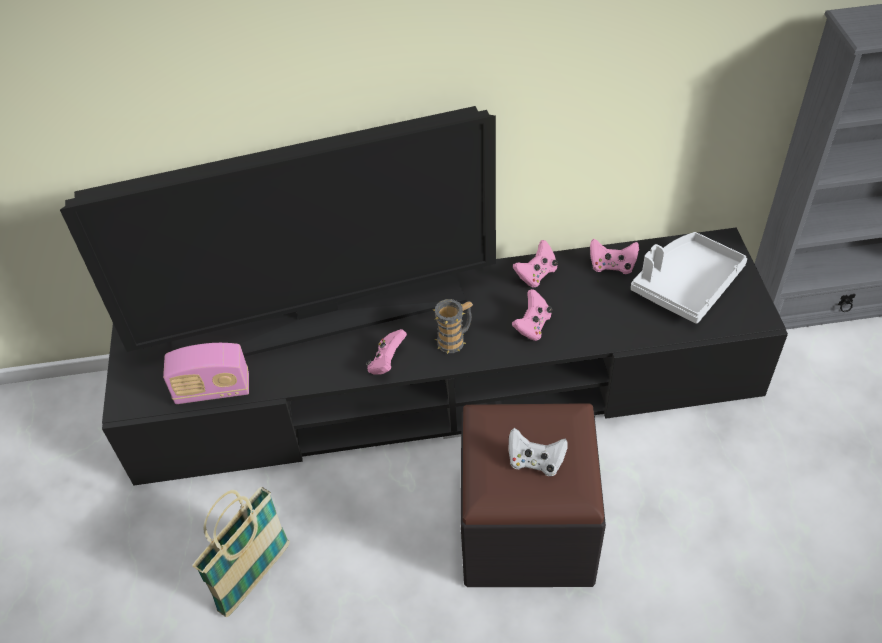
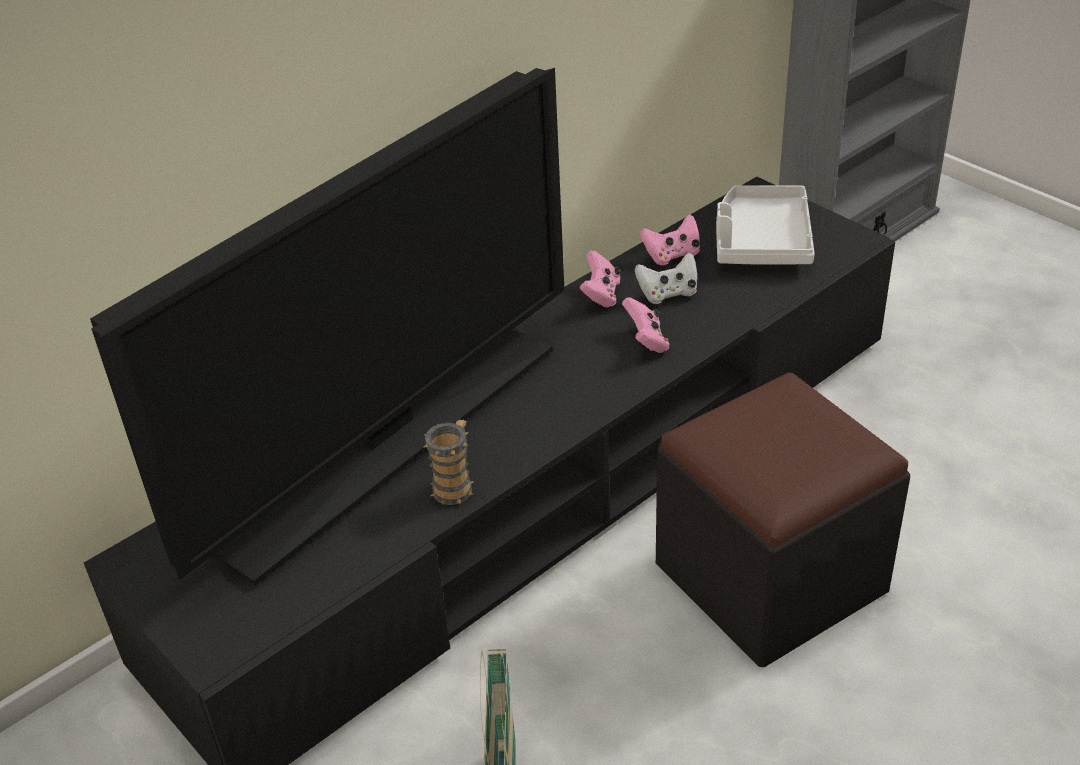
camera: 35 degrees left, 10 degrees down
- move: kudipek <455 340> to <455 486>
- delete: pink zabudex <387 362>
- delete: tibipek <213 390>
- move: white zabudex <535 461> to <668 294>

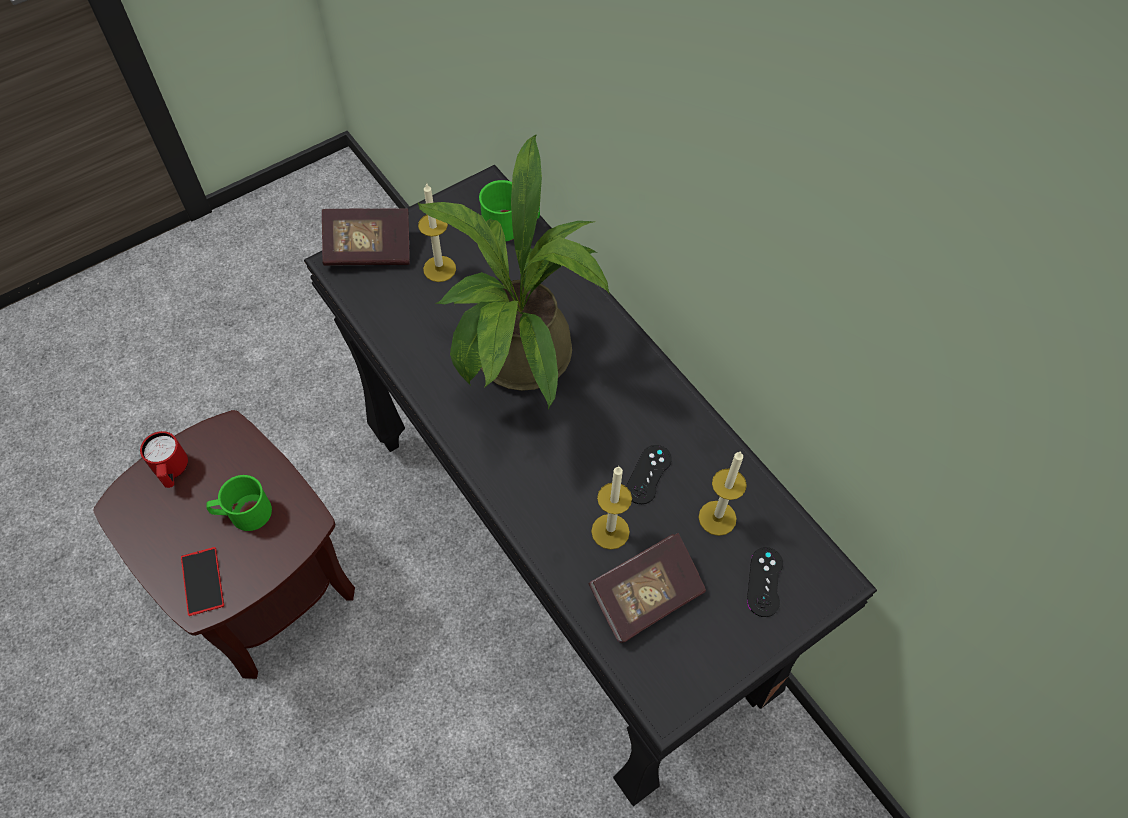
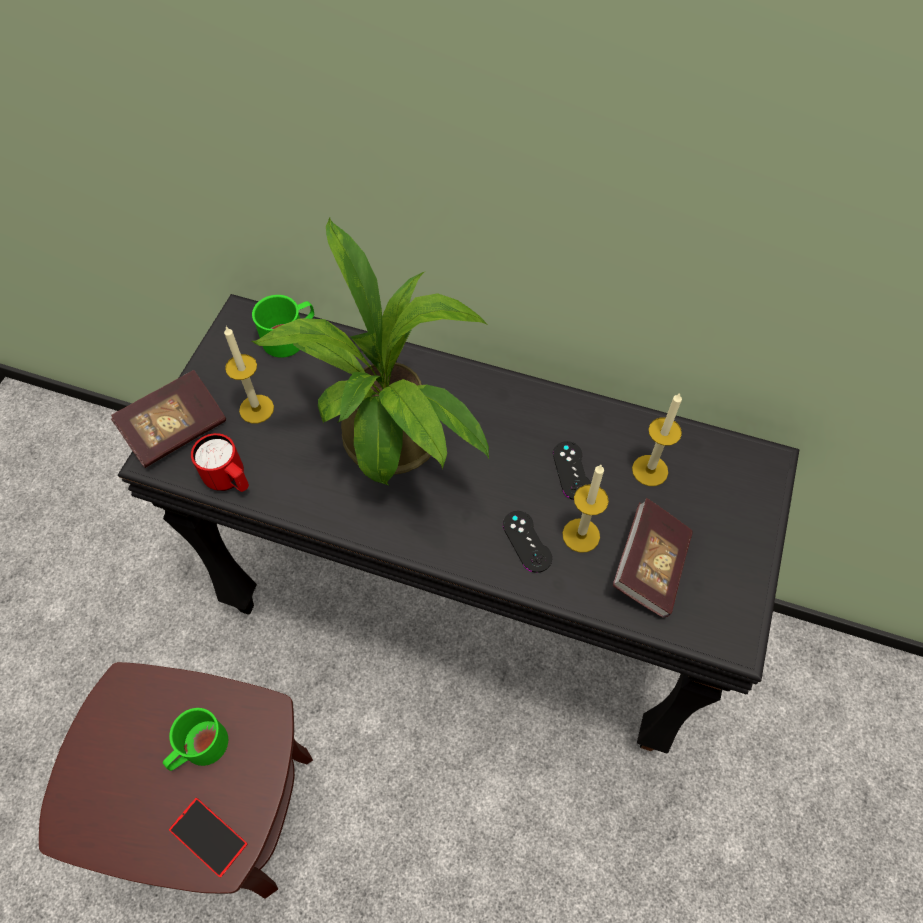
camera: 35 degrees left, 0 degrees up
- move: red kudipek <172 472> to <230 480>
- move: black zabudex <764 582> to <527 541>

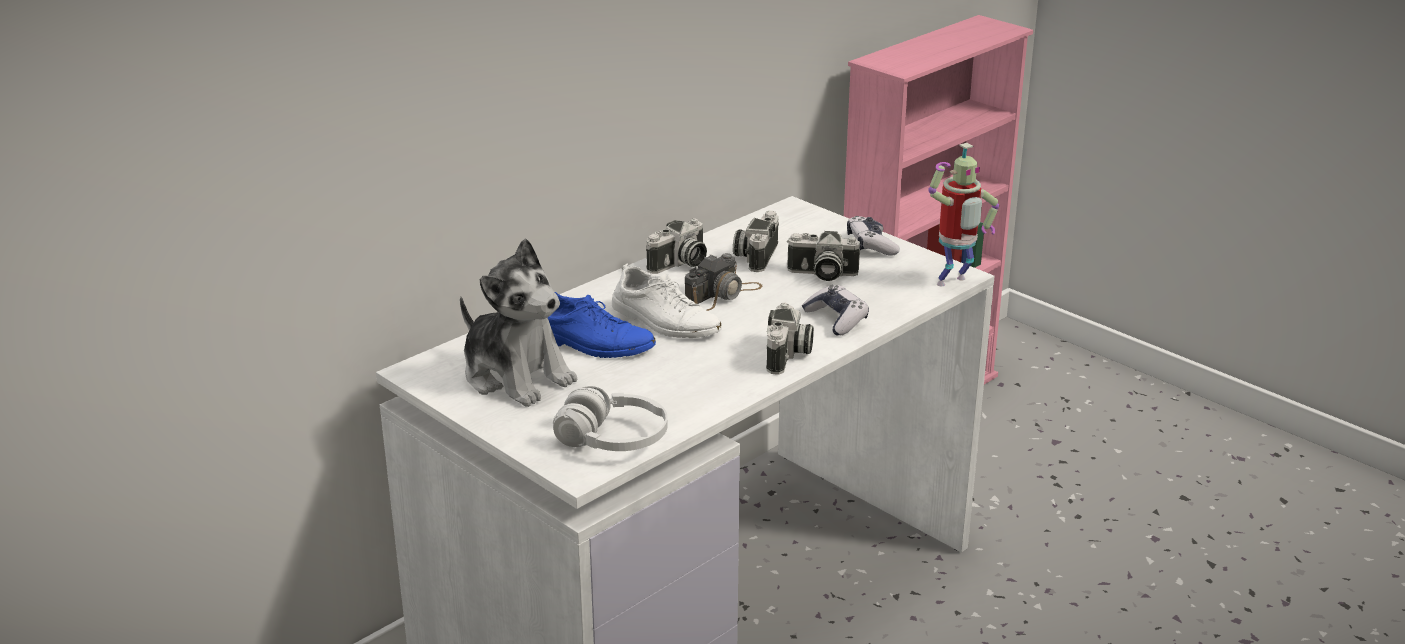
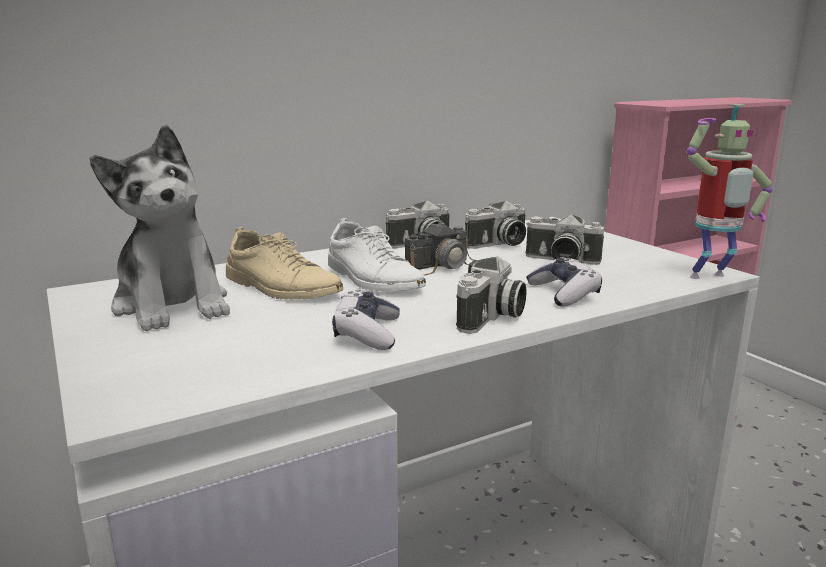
camera: 15 degrees right, 10 degrees down
- rotate: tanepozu <755 255> = <498 244> 150 degrees counterclockwise
- move: zabudex <871 245> to <367 333>
- recolor: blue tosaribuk <592 343> to beige tosaribuk <281 287>
- delete: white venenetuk <613 440>

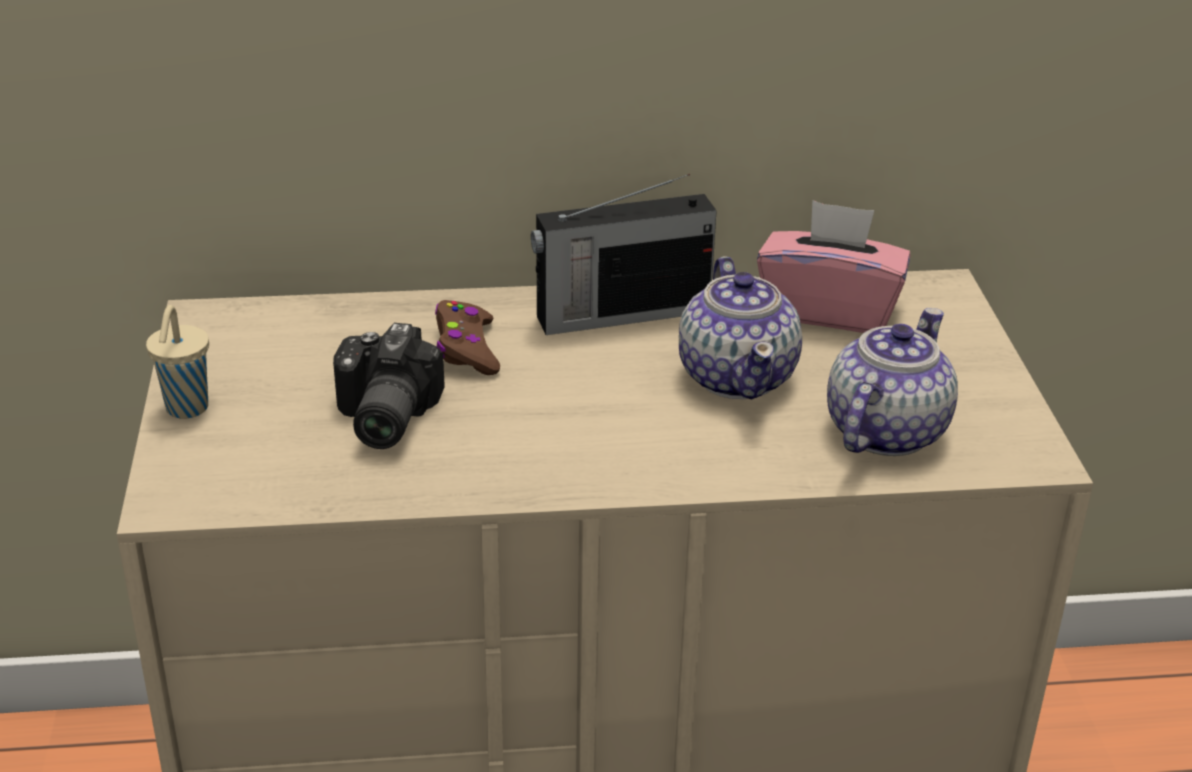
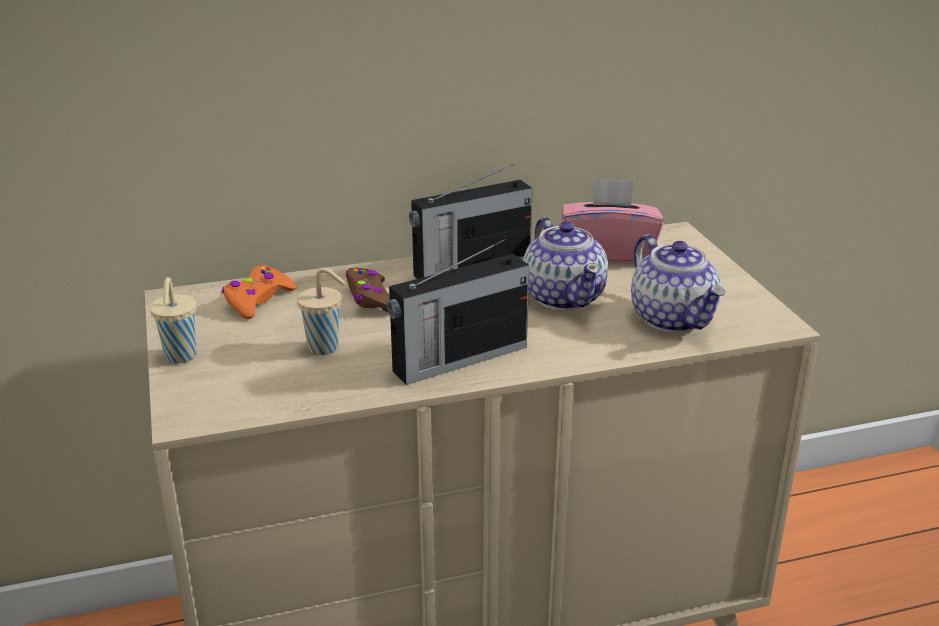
camera: 10 degrees left, 5 degrees down
- rotate: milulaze <884 430> = <674 318> 135 degrees clockwise
- replace: tanepozu <380 418> to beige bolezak <325 348>
- insert: tibipek <458 359>
- insert: orange zabudex <258 300>

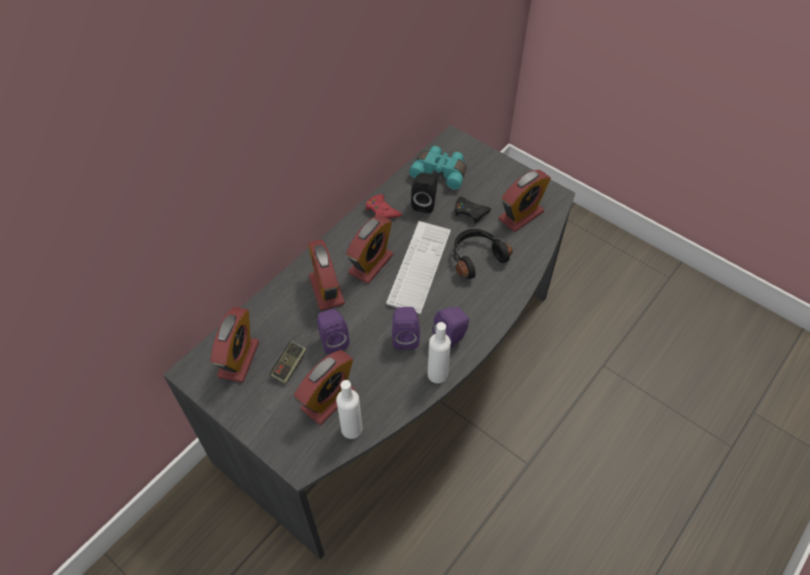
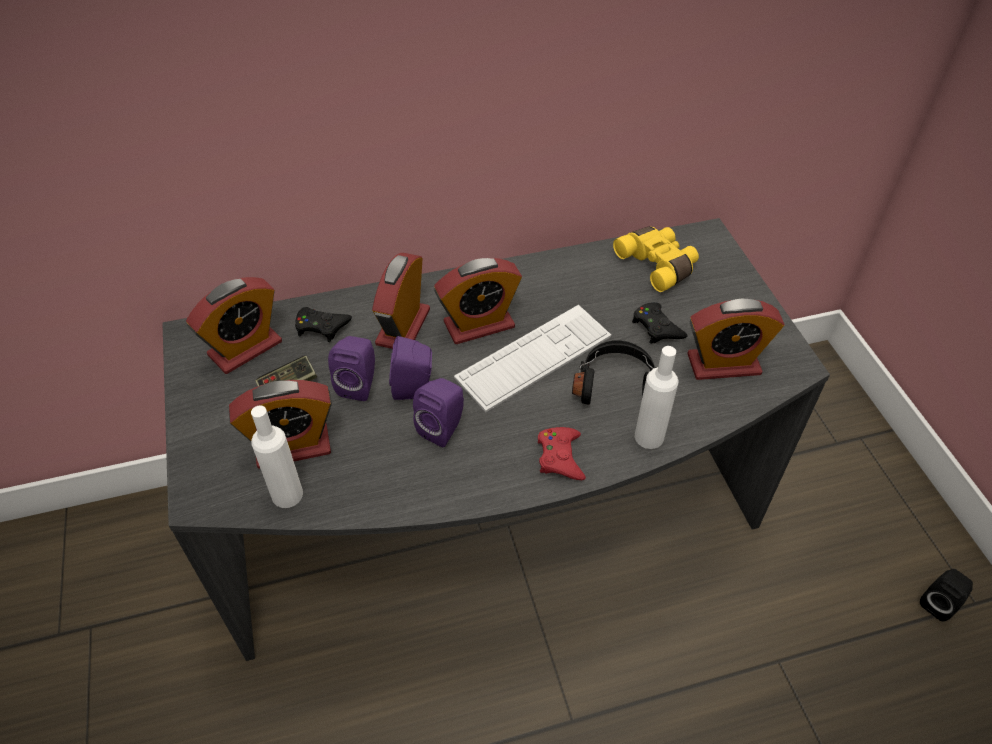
camera: 35 degrees right, 5 degrees down
- recolor: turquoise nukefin <440 172> to yellow nukefin <658 264>
- move: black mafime <425 203> to <938 603>
- move: red zabudex <382 211> to <560 457>
- move: purple mafime <451 338> to <415 390>
- move: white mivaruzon <437 374> to <649 437>
- insert: black zabudex <321 326>

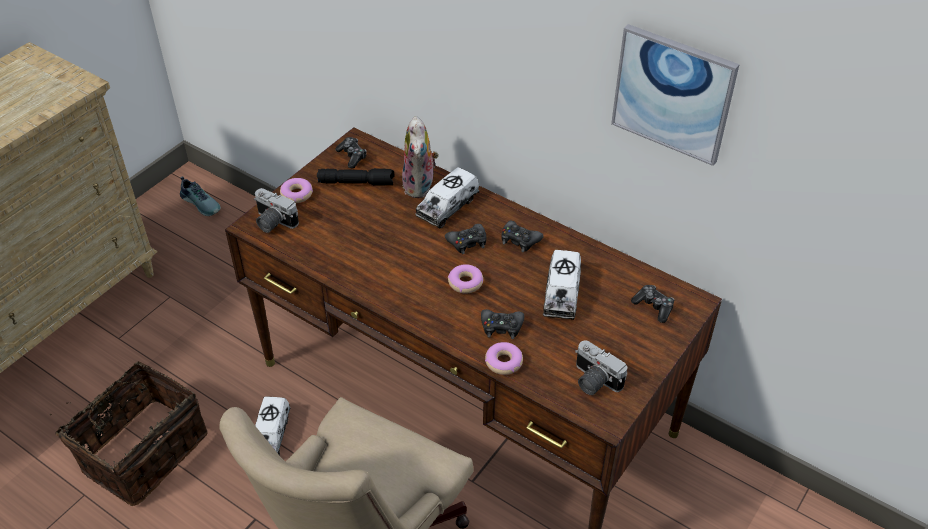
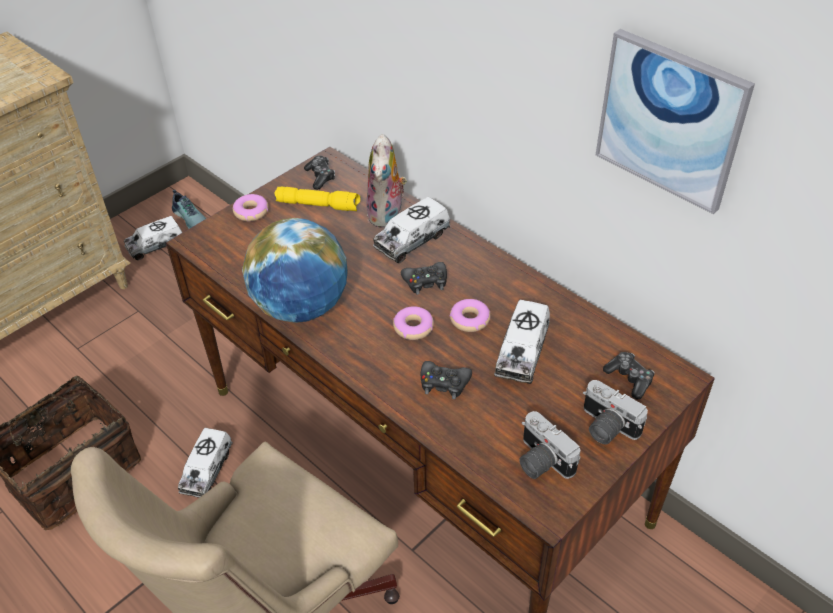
camera: 10 degrees right, 0 degrees up
- recolor: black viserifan <357 182> to yellow viserifan <319 205>
- move: tanepozu <272 222> to <605 427>
- delete: black zabudex <519 240>
- move: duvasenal <504 362> to <470 320>
- insert: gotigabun <155 245>
- insert: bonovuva <301 307>

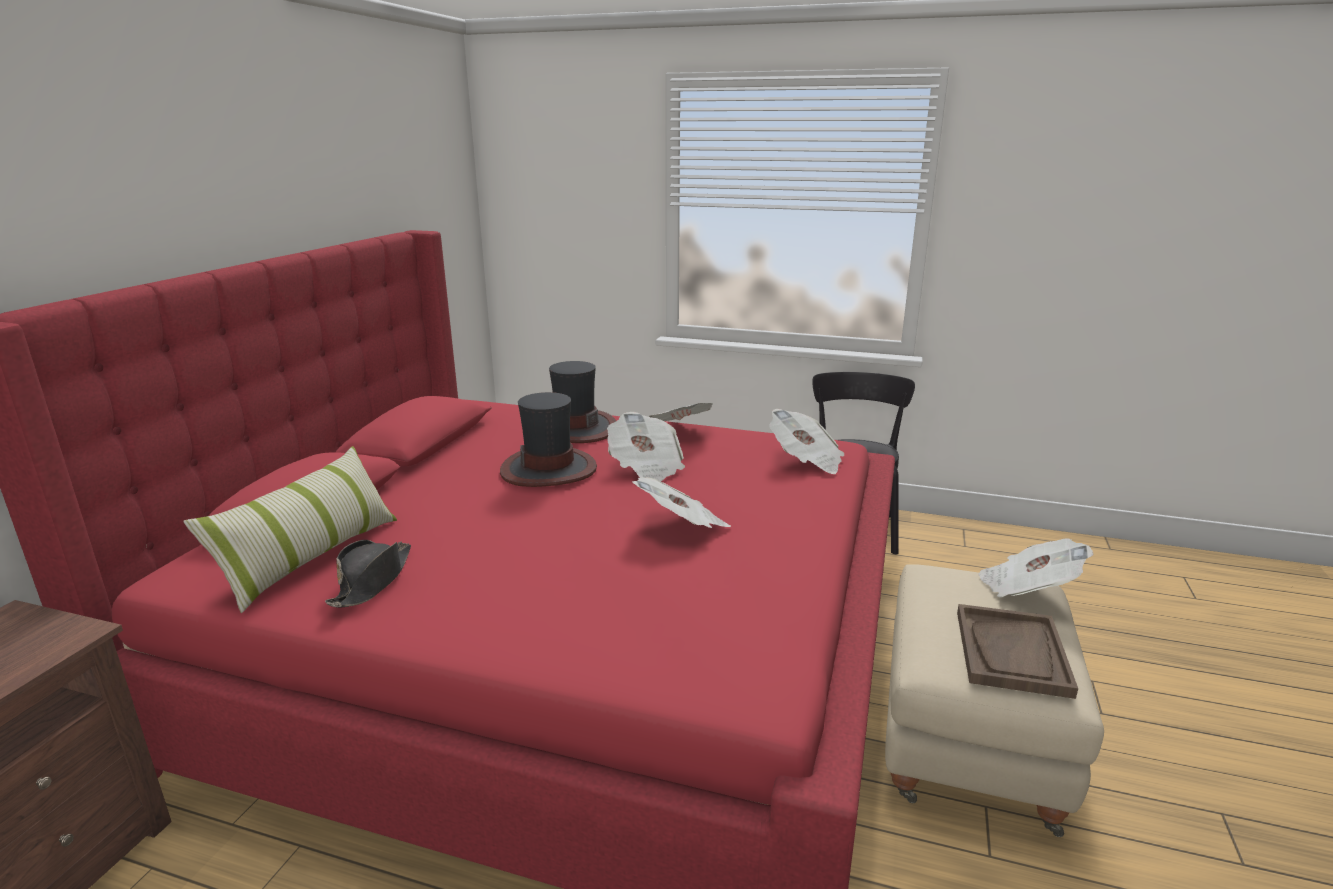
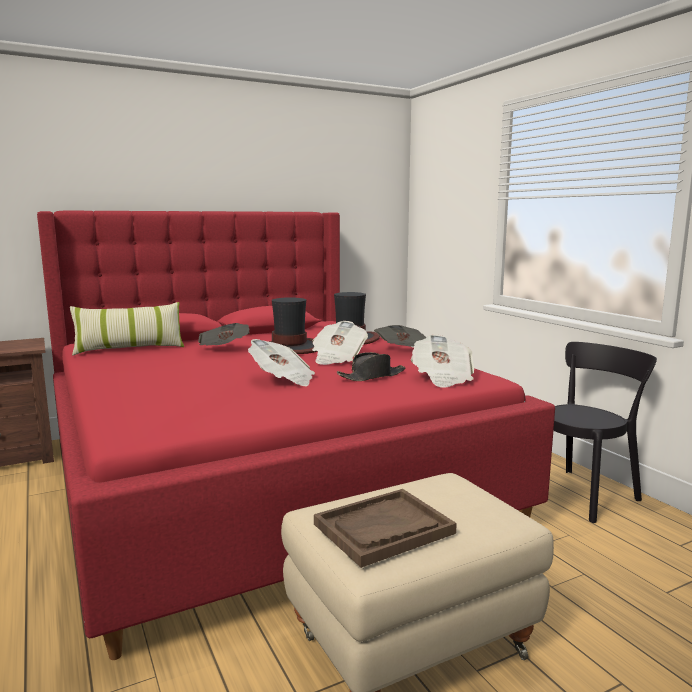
camera: 45 degrees right, 10 degrees down
- move: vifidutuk <1027 589> to <224 349>
- move: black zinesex <373 581> to <372 376>

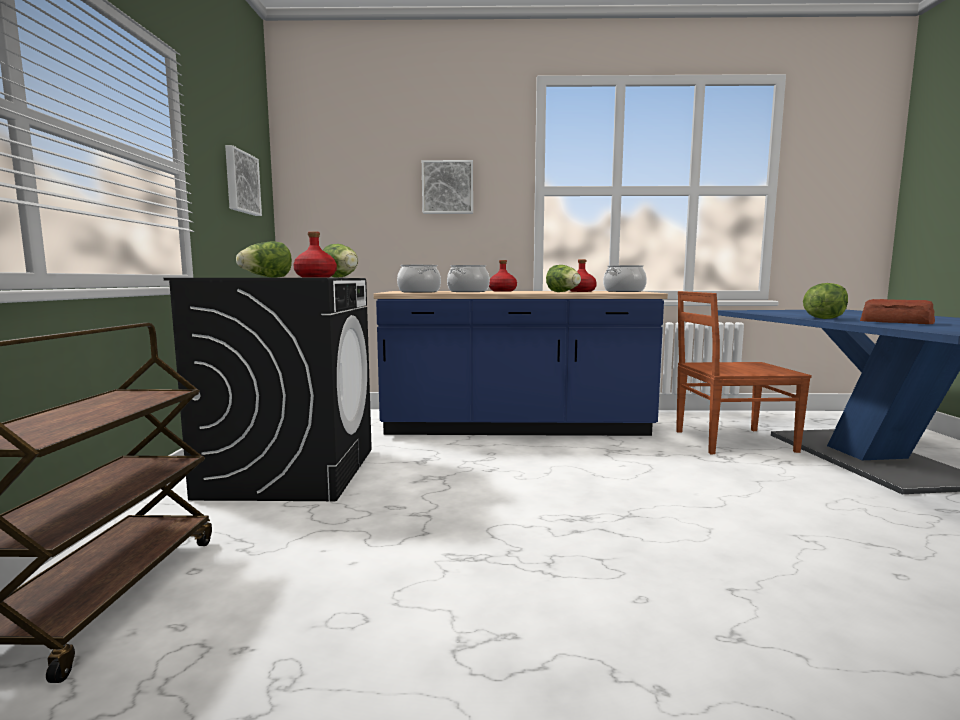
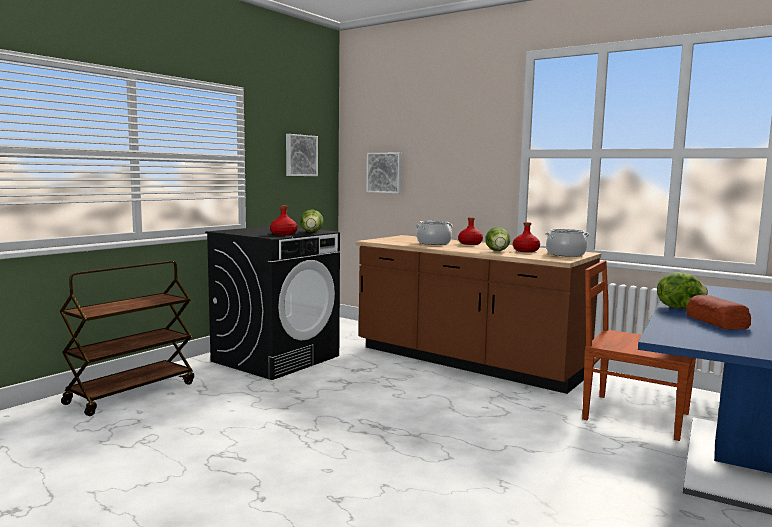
camera: 35 degrees right, 0 degrees up
- move: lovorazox <447 187> to <385 172>
- delete: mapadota <266 277>
- delete: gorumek <418 292>
- recolor: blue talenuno <515 427> to brown talenuno <467 362>

